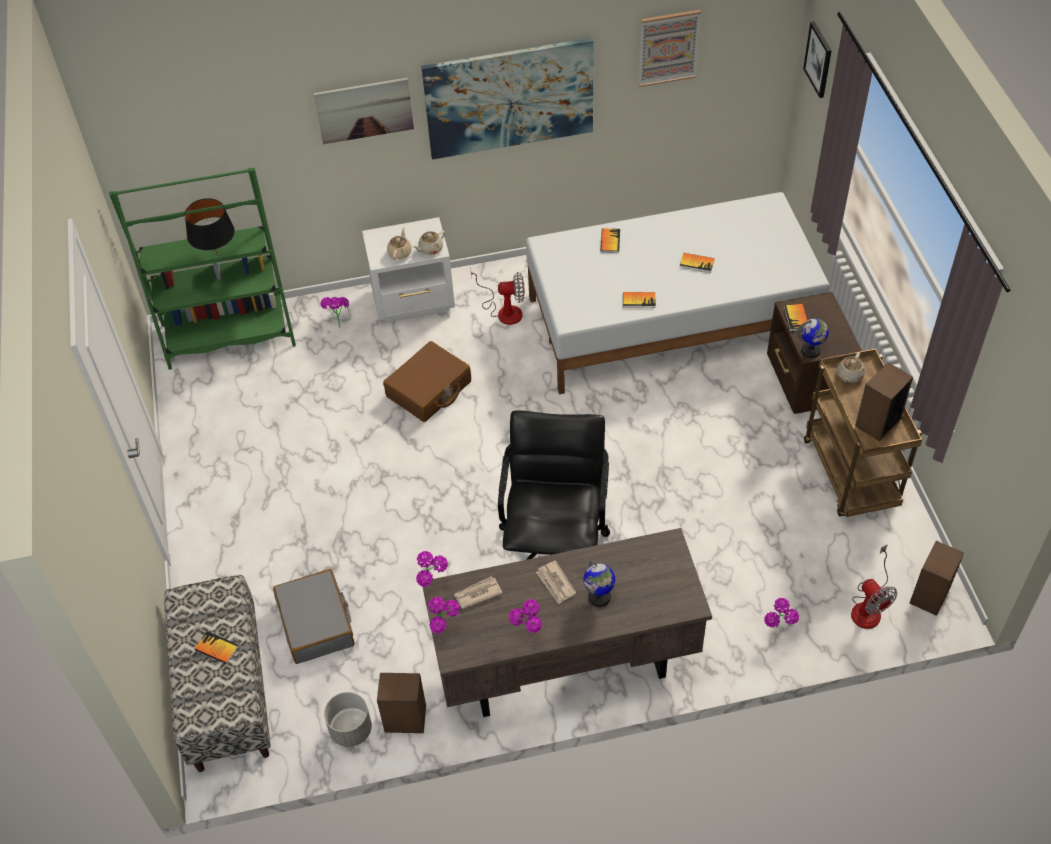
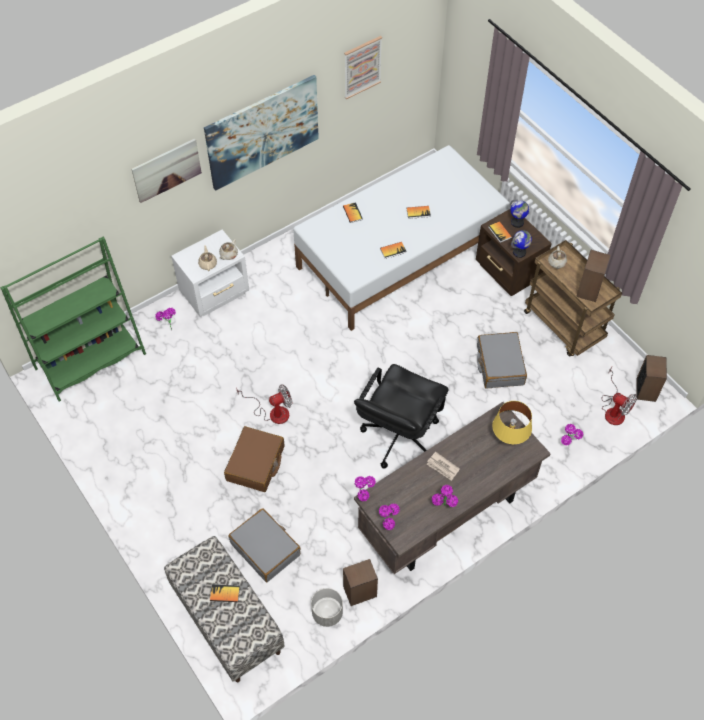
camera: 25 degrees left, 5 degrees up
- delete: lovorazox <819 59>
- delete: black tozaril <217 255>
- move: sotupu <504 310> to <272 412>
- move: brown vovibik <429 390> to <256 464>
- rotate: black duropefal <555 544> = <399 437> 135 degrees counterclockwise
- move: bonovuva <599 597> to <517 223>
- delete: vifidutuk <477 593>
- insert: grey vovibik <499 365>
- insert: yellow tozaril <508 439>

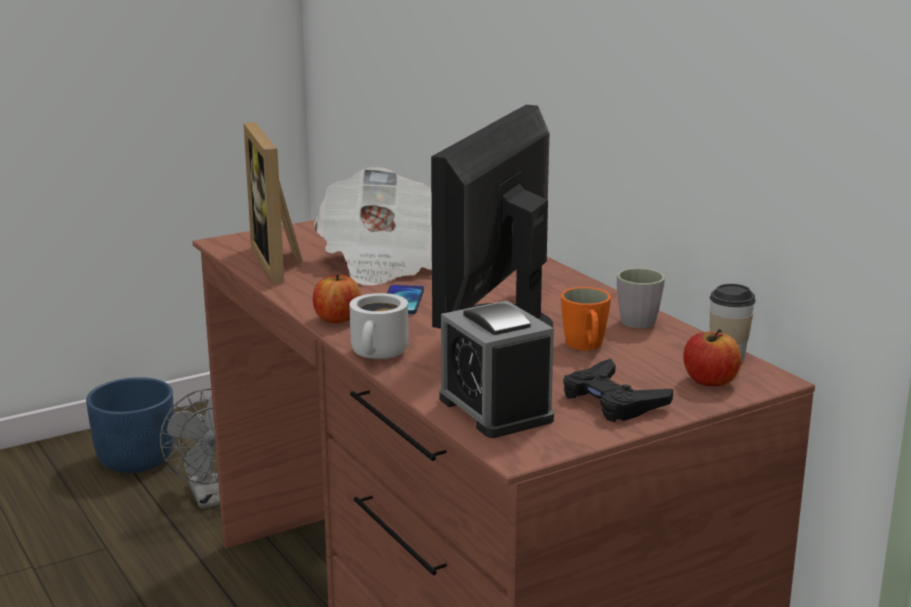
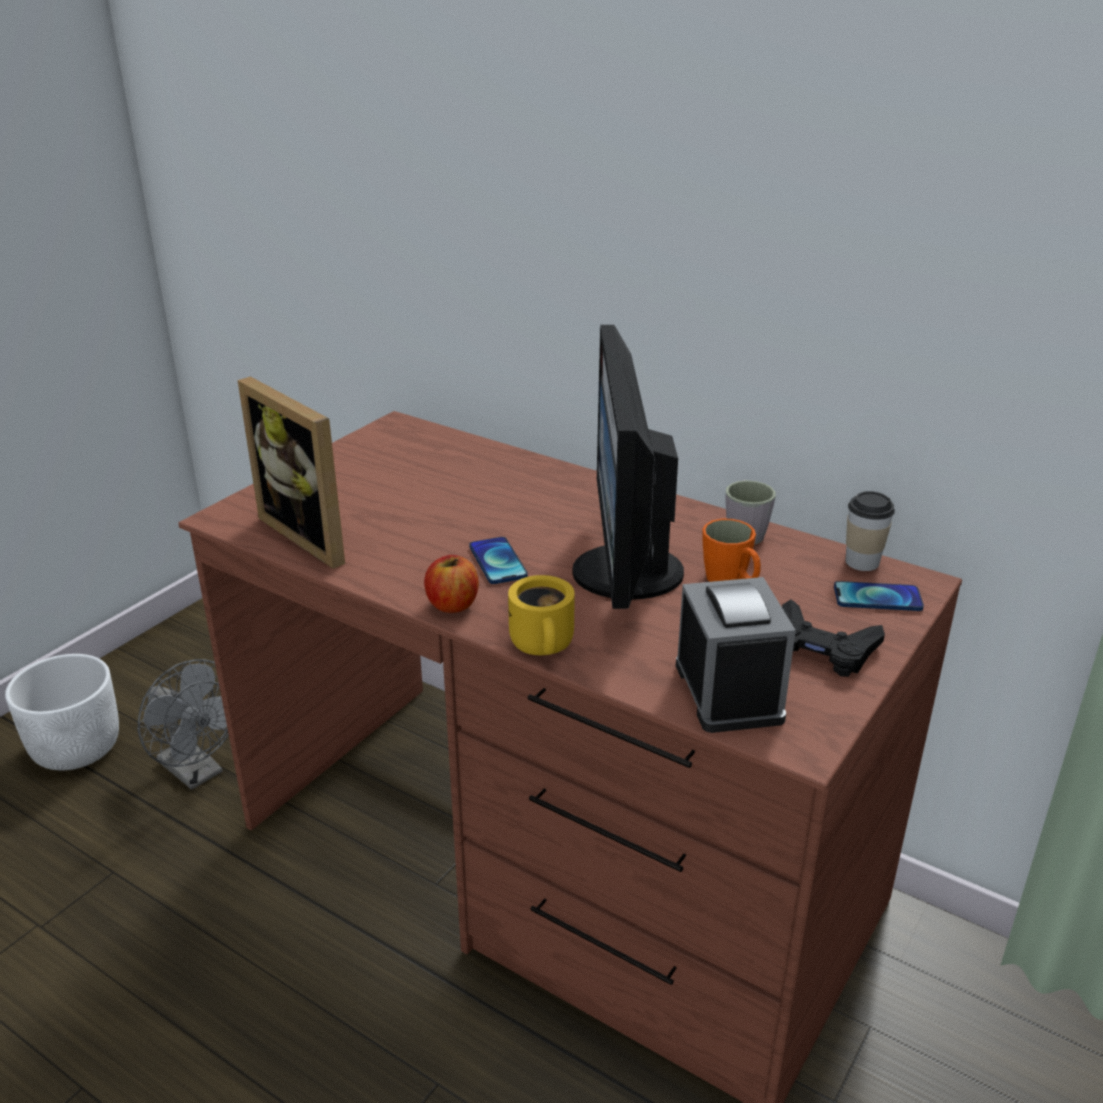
camera: 25 degrees left, 10 degrees up
- delete: vifidutuk <381 262>
- recolor: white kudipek <380 354> to yellow kudipek <545 645>
- rotate: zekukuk <495 409> = <728 692> 135 degrees counterclockwise
- replace: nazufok <710 381> to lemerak <877 598>
- recolor: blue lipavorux <135 460> to white lipavorux <76 748>

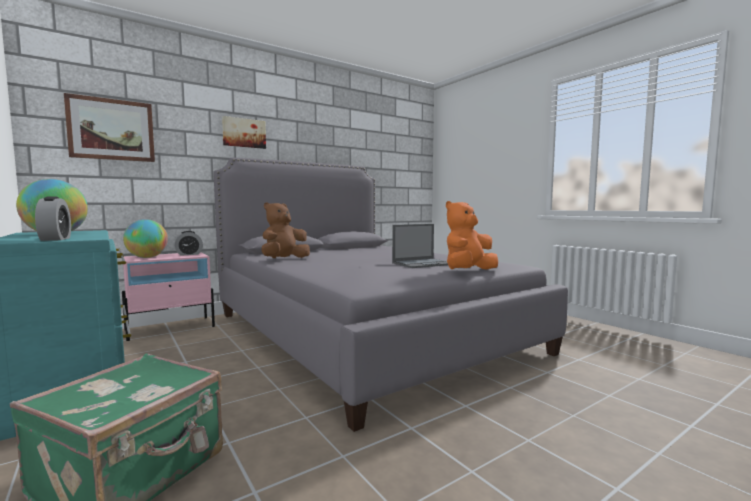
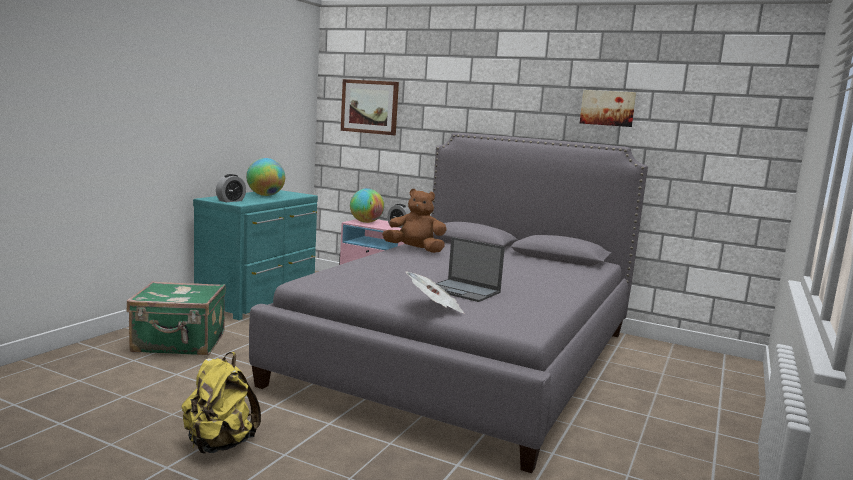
camera: 60 degrees right, 5 degrees up
- move: lovorazox <244 133> to <607 108>
- replace: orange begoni <468 271> to vifidutuk <435 308>
- insert: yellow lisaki <219 444>

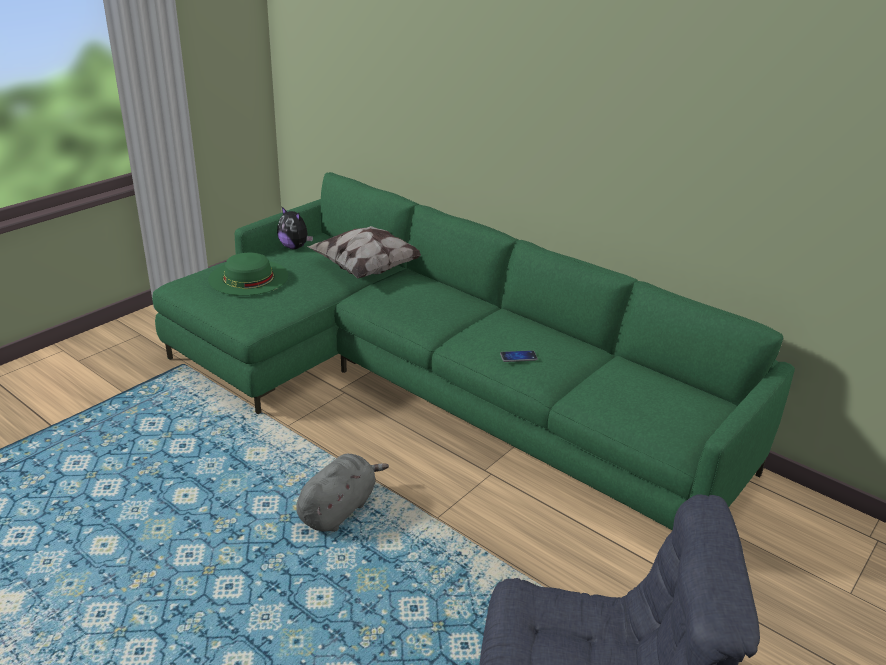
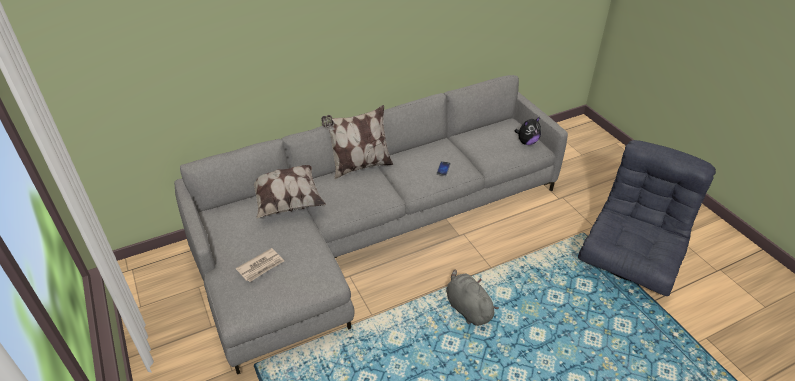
camera: 65 degrees left, 10 degrees up
- recolor: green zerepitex <434 387> to grey zerepitex <369 231>
- move: begoni <295 247> to <527 142>
- replace: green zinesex <248 277> to vifidutuk <261 266>
- insert: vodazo <359 166>

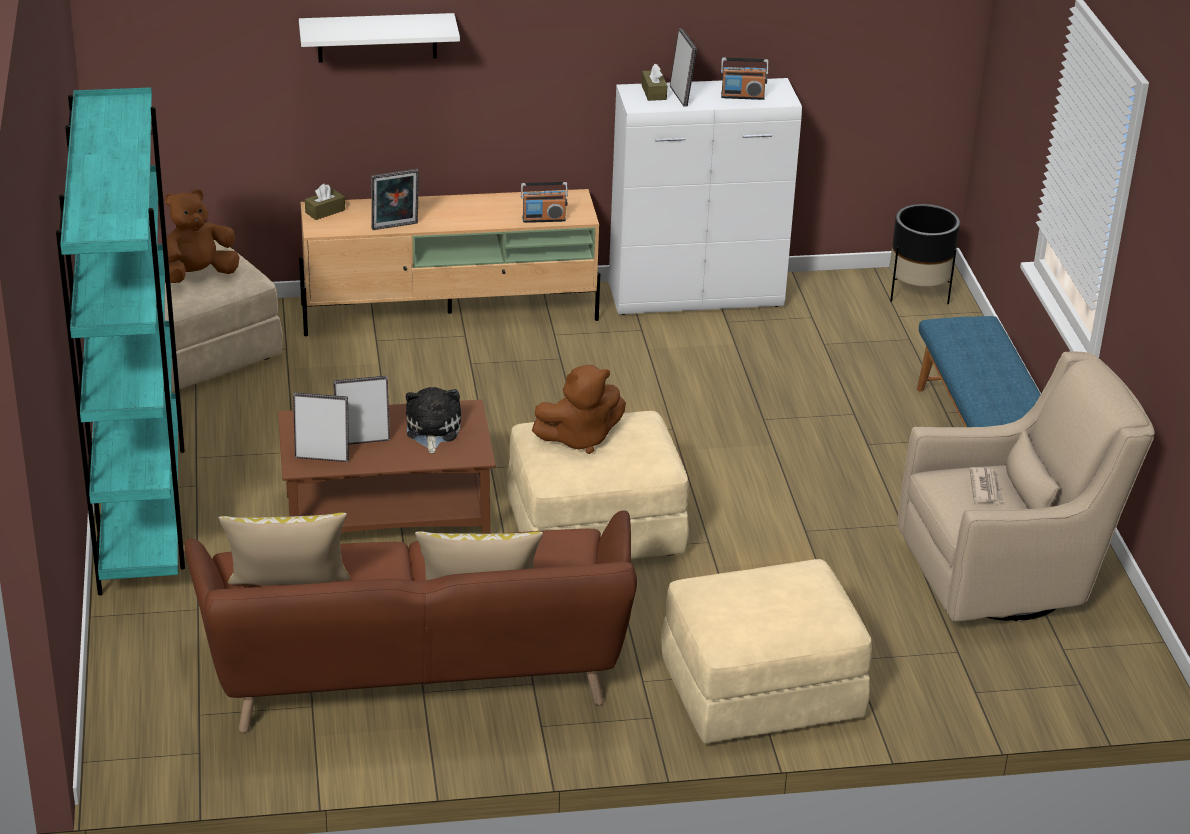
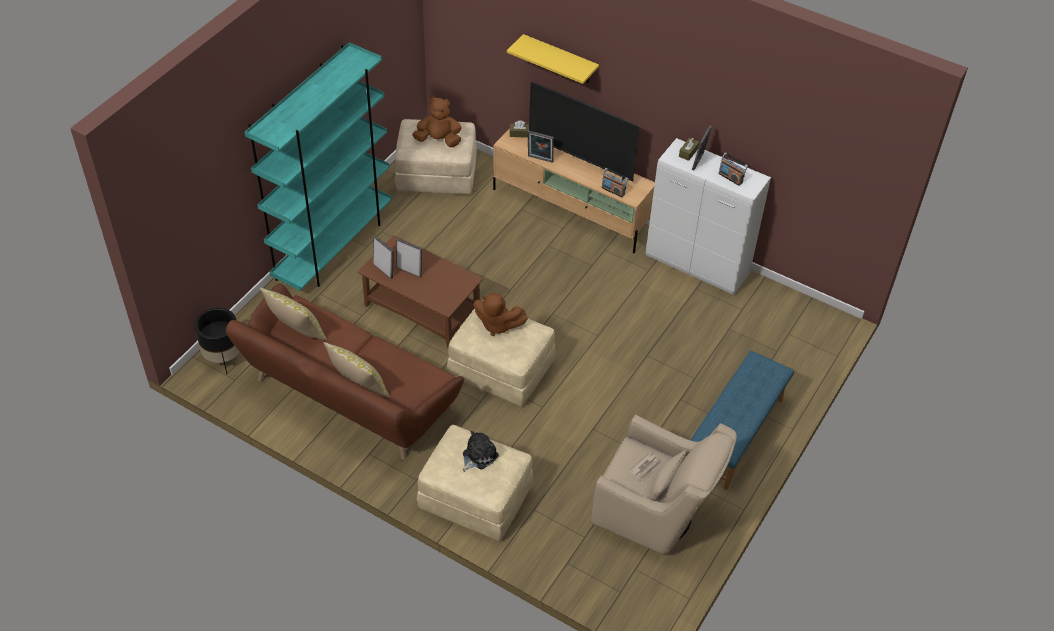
camera: 40 degrees right, 15 degrees up
- recolor: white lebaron <377 37> to yellow lebaron <560 59>
- move: black lipavorux <918 294> to <223 358>
- move: begoni <432 430> to <478 456>
- insert: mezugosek <580 162>

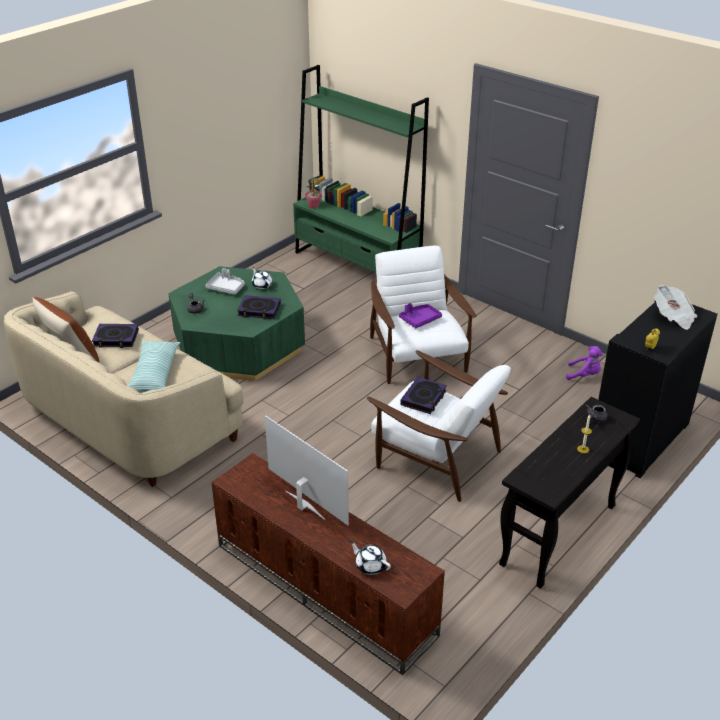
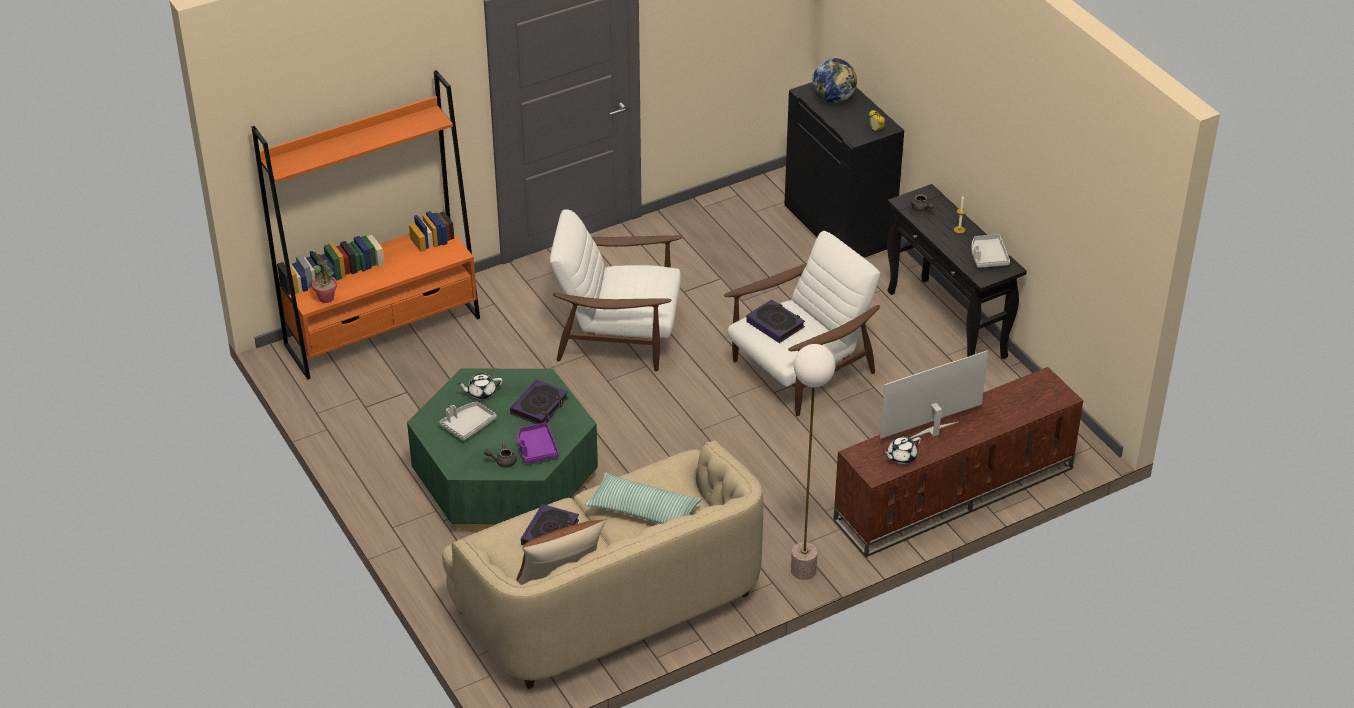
camera: 70 degrees left, 5 degrees up
- recolor: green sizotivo <357 266> to orange sizotivo <383 331>
- replace: vifidutuk <673 317> to bonovuva <833 98>
- move: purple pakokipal <420 320> to <536 448>
- delete: purple begoni <584 375>
- move: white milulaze <370 565> to <901 457>
- insert: grey pakokipal <988 256>
- insert: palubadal <803 570>

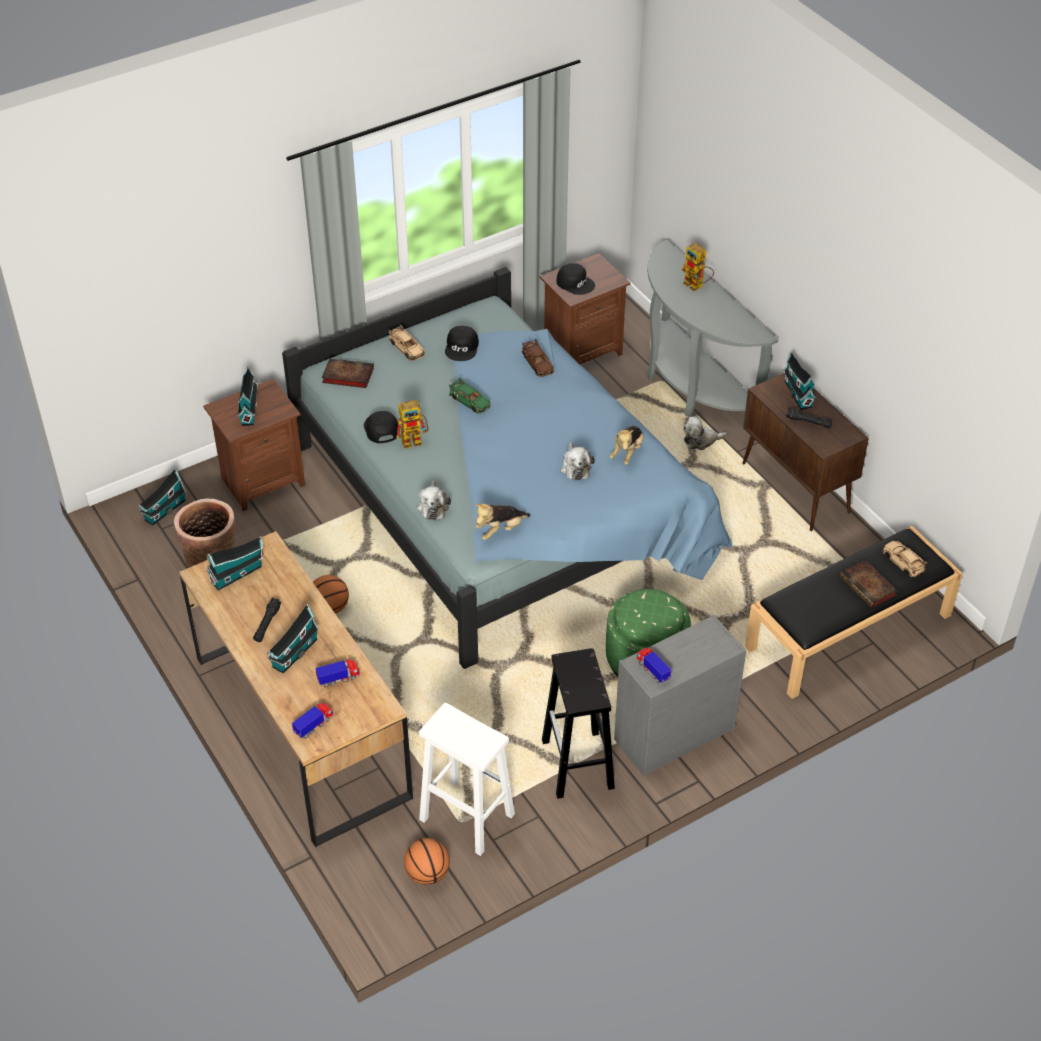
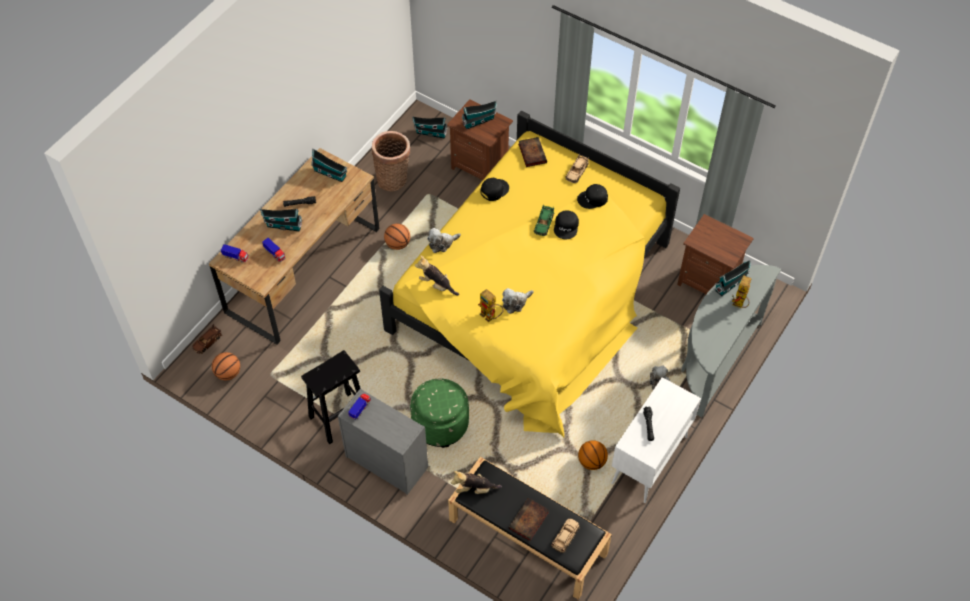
camera: 65 degrees right, 10 degrees up
- move: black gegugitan <575 283> to <566 227>
- recolor: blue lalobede <503 504> to yellow lalobede <533 295>
- move: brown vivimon <537 363> to <207 342>
- move: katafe <797 392> to <731 283>
- recolor: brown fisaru <796 489> to white fisaru <649 461>
- move: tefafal <415 440> to <491 316>
- move: begoni <627 452> to <475 489>
- delete: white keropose <465 816>
- insert: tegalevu <591 462>

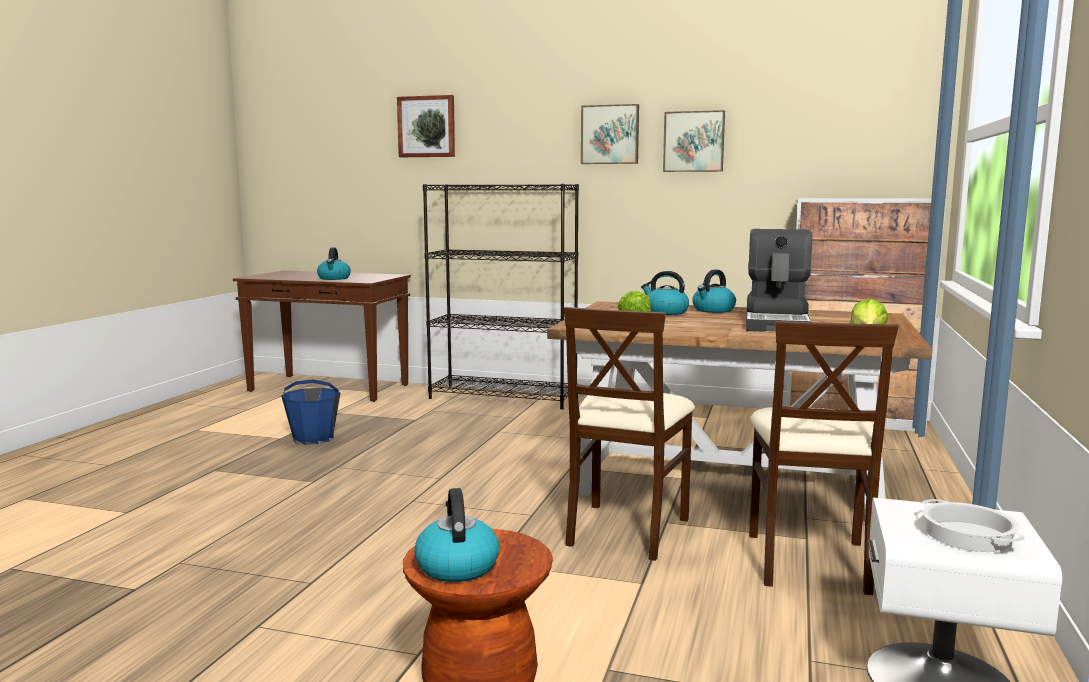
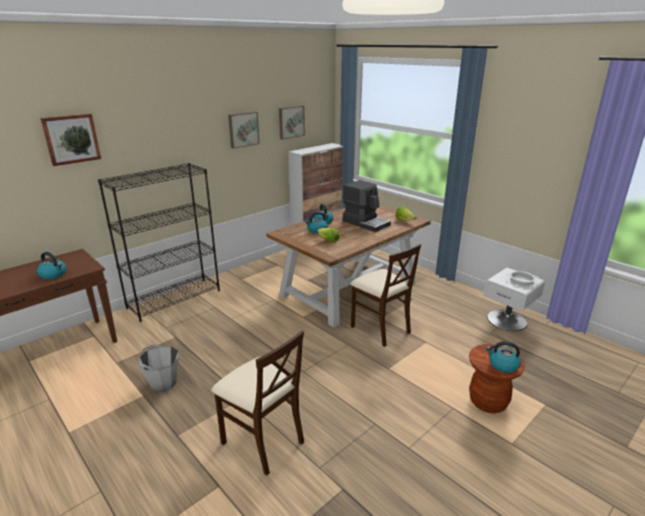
camera: 60 degrees left, 15 degrees up
- move: lovorazox <610 134> to <290 122>
- move: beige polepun <809 561> to <263 441>
- recolor: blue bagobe <313 439> to grey bagobe <163 382>

